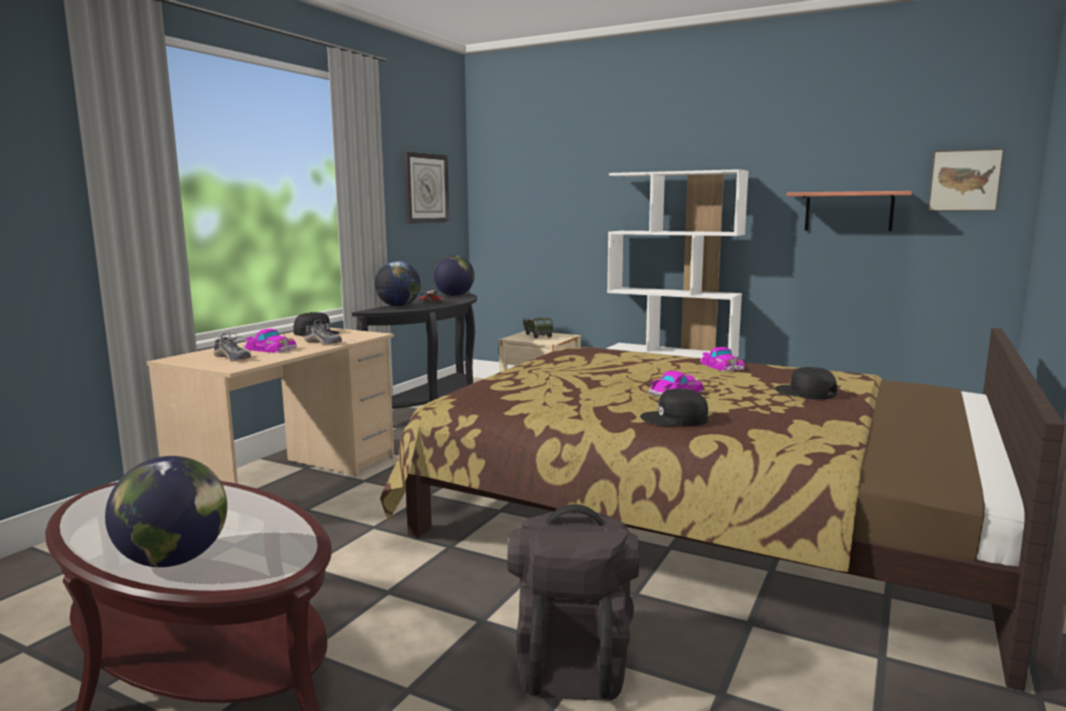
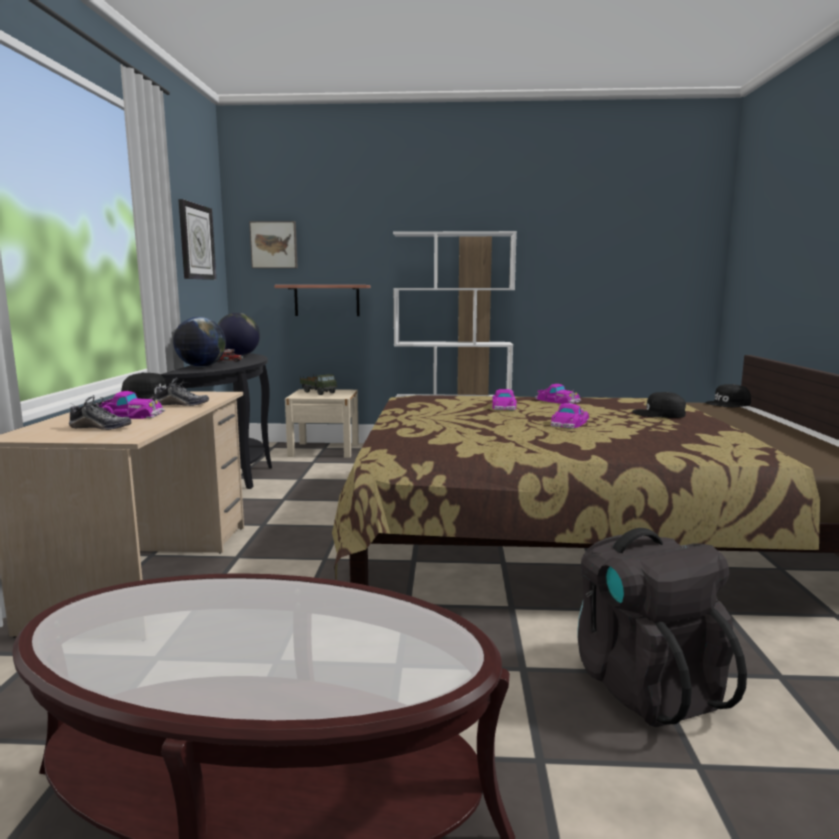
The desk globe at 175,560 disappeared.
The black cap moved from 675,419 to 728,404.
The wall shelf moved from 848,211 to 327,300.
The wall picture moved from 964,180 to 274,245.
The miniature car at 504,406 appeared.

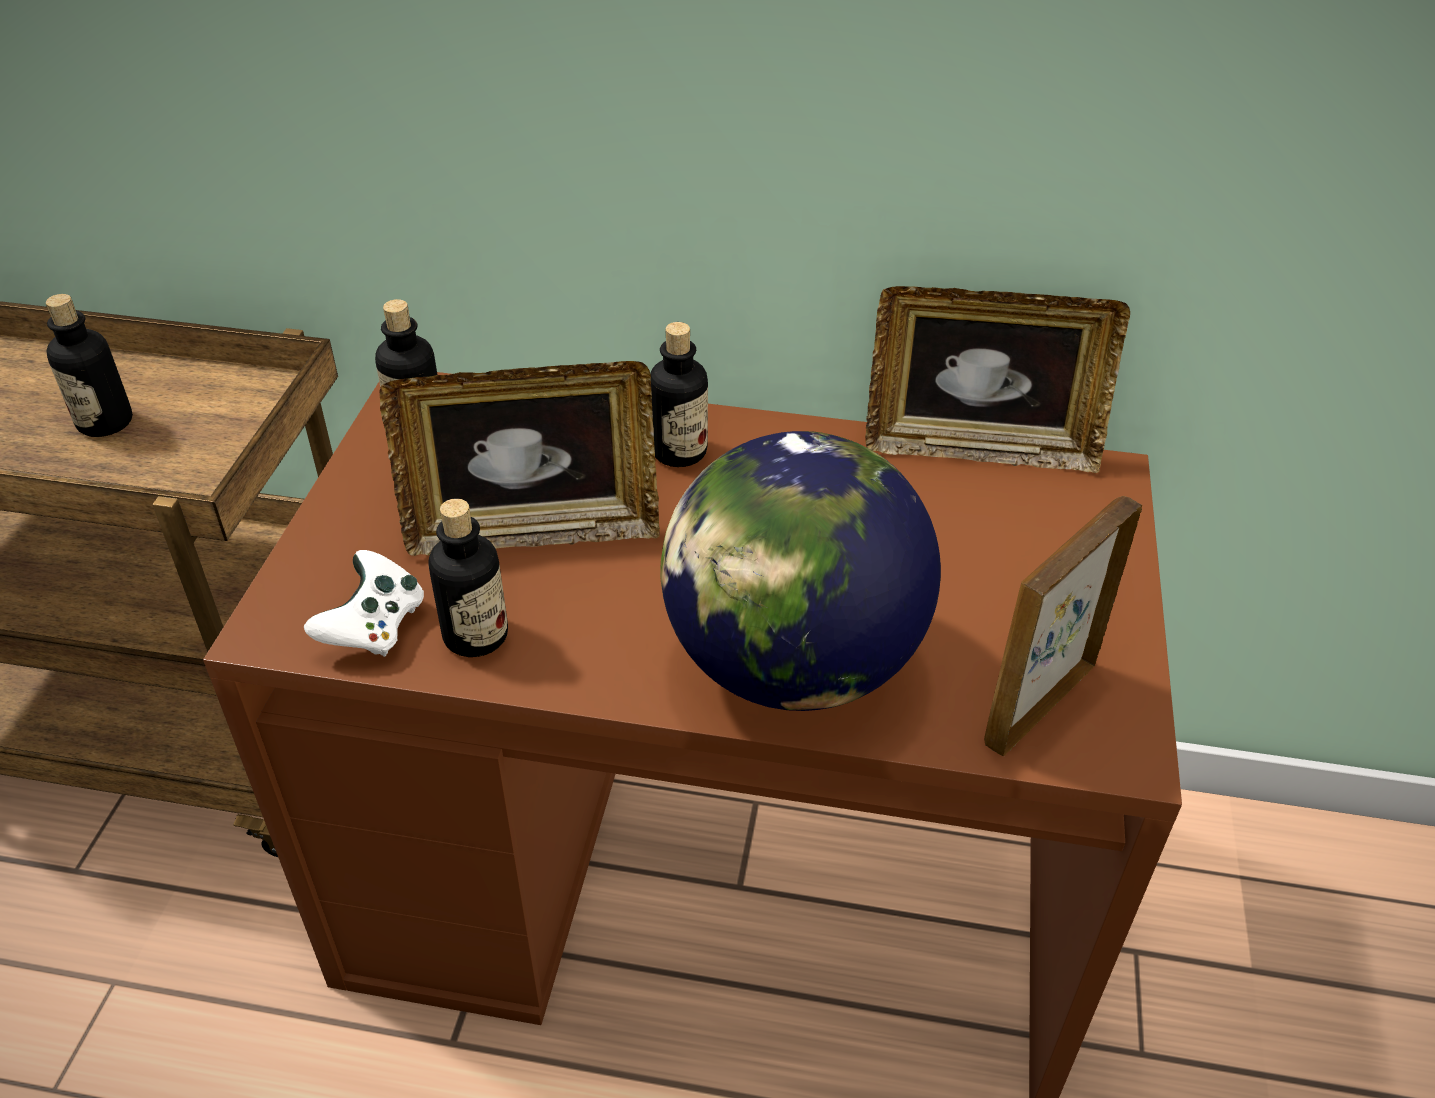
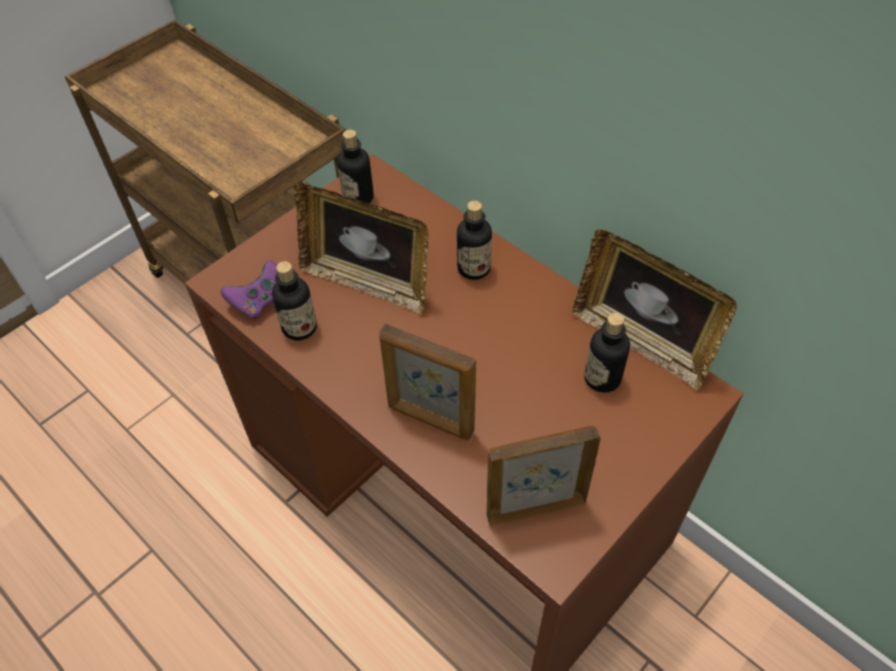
The drink bottle moved from 105,422 to 602,378.
The white-coloured game controller at 374,627 became the purple game controller at 261,301.
The desk globe at 793,664 was replaced by the picture frame at 430,419.

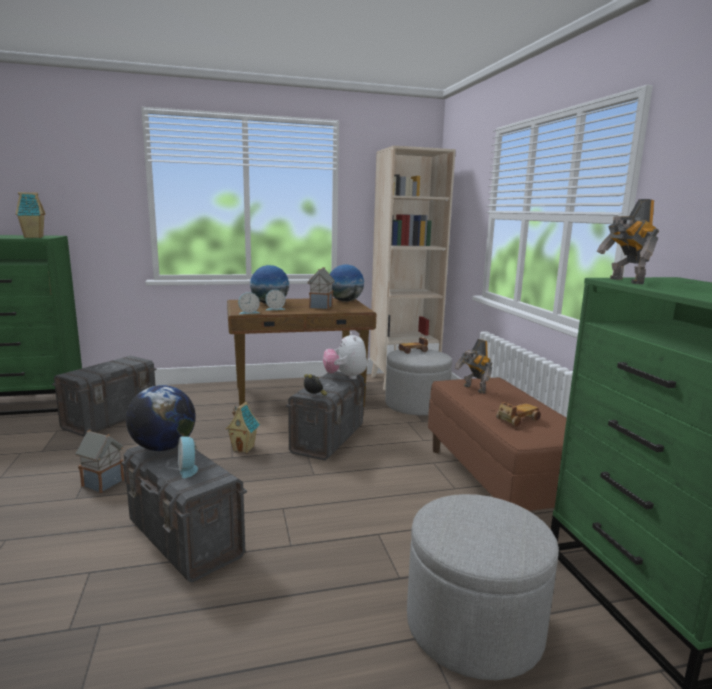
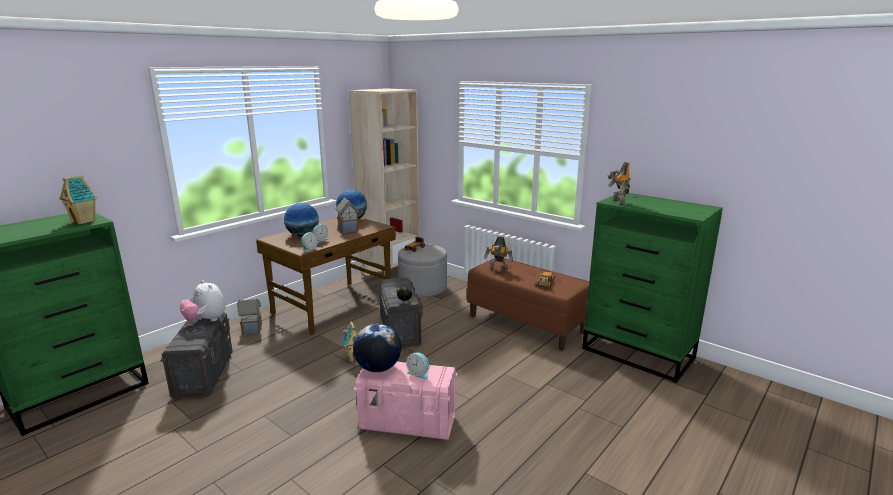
The miniature house moved from 104,483 to 252,329.
The greyish storage container at 185,539 became the pink-coloured storage container at 408,423.
The plush toy moved from 345,377 to 206,320.
The greyish pouffe at 474,626 disappeared.
The robot figure at 624,281 turned 45 degrees clockwise.

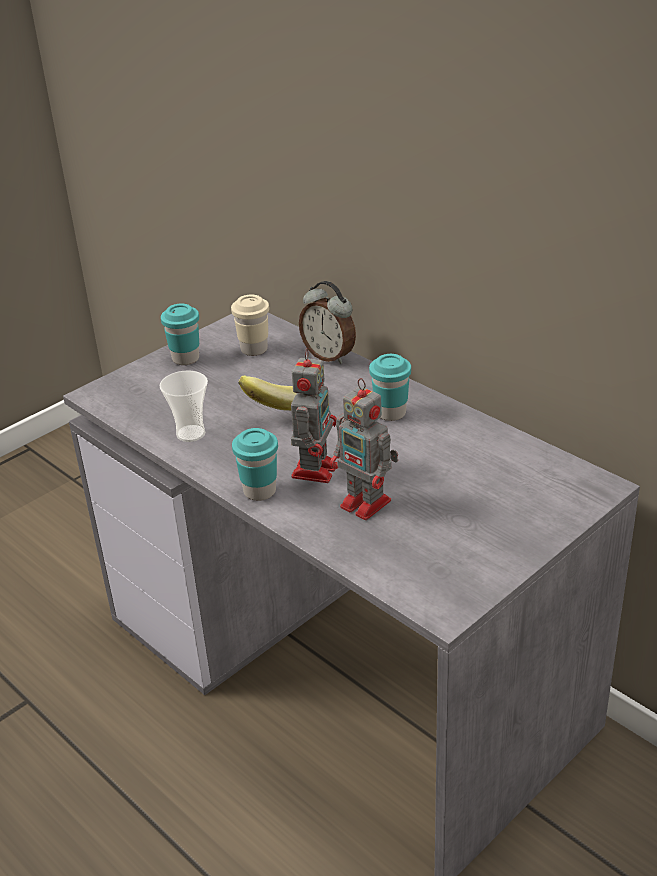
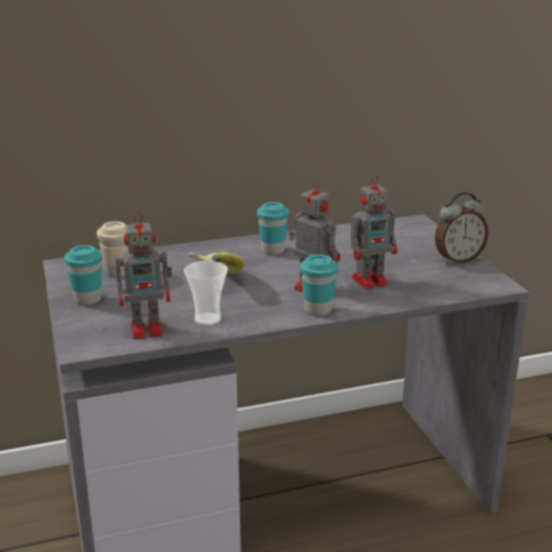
The alarm clock moved from 329,356 to 458,259.
The robot figure at 148,329 appeared.

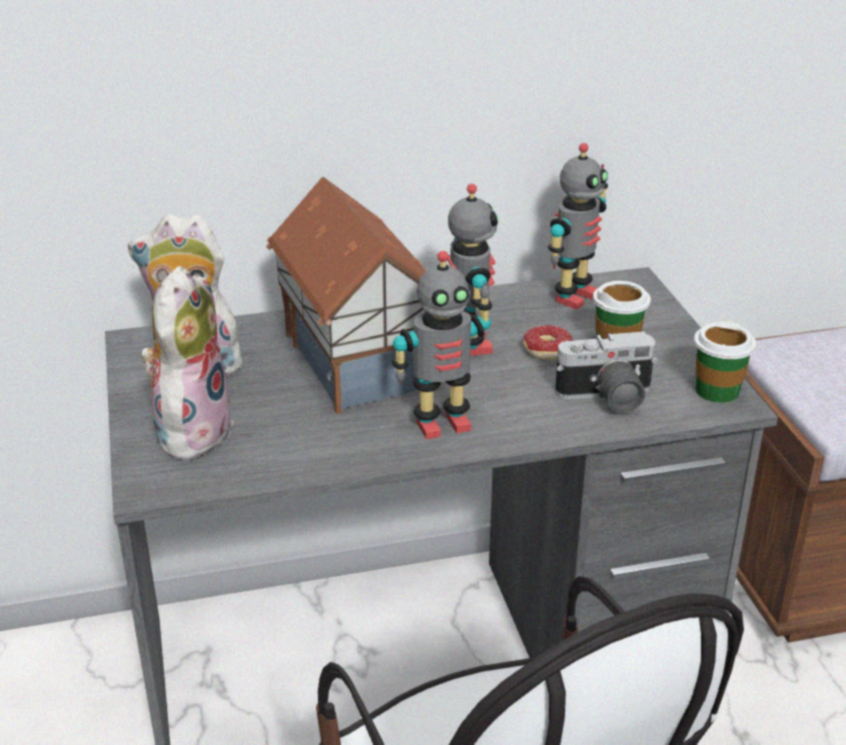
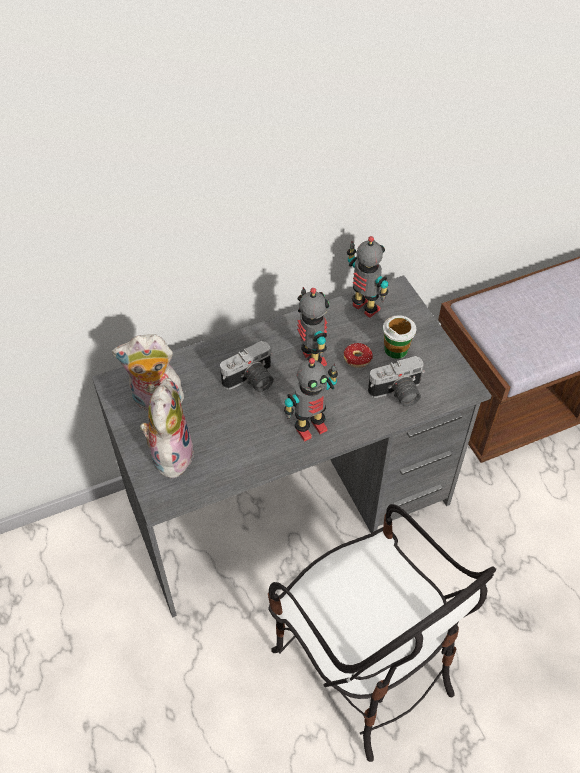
The miniature house at 360,360 was replaced by the still camera at 251,381.
The robot figure at 573,296 turned 75 degrees counterclockwise.
The drinking cup at 717,391 disappeared.

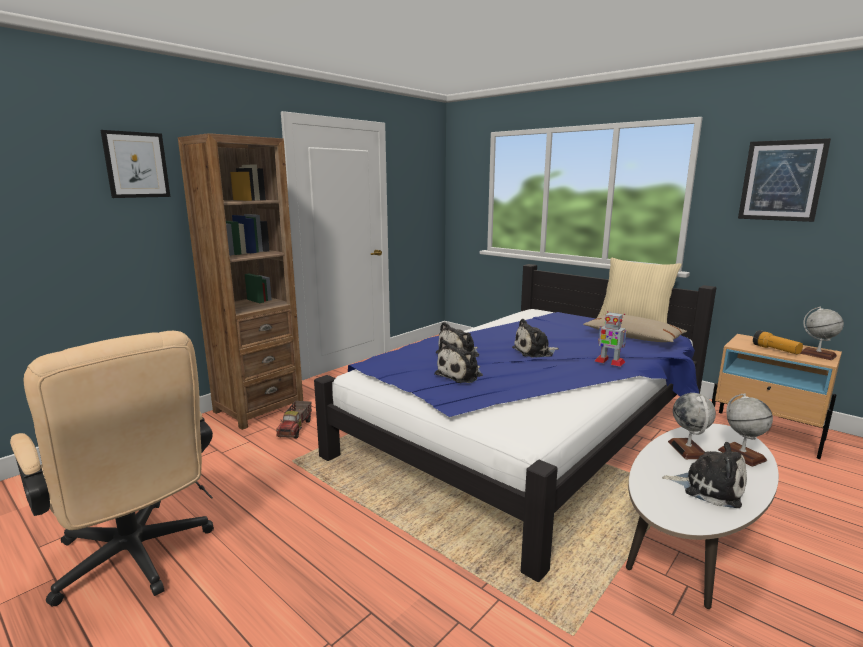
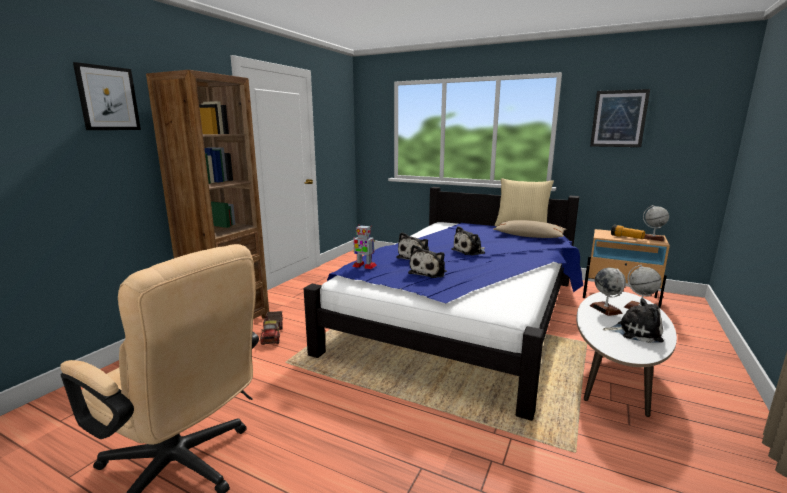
The robot figure moved from 609,361 to 364,266.

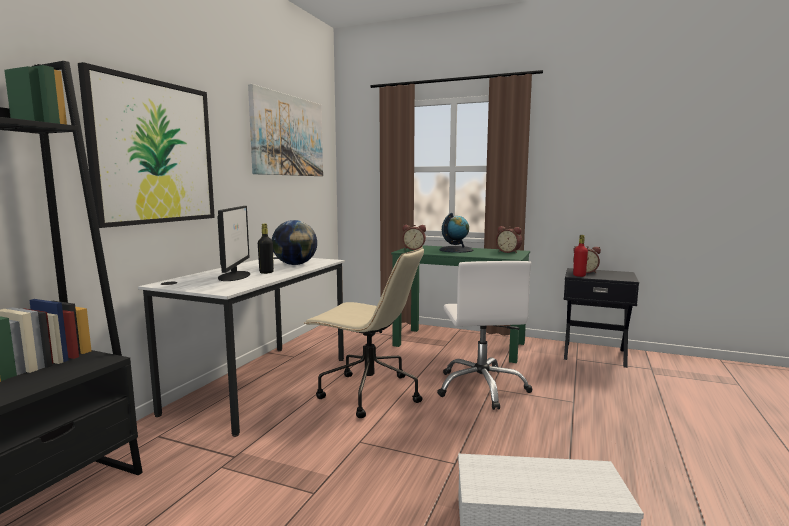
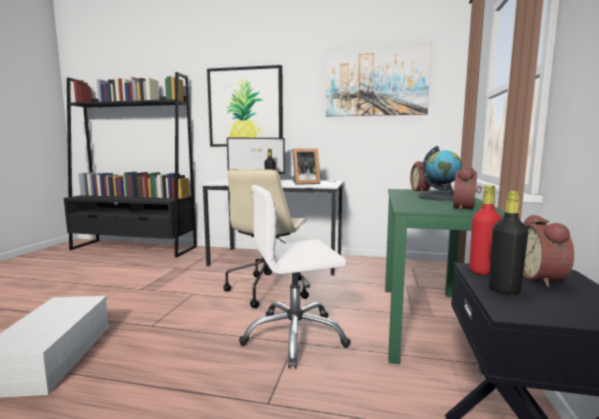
The desk globe at 295,264 was replaced by the picture frame at 304,183.
The black drink bottle at 504,290 appeared.

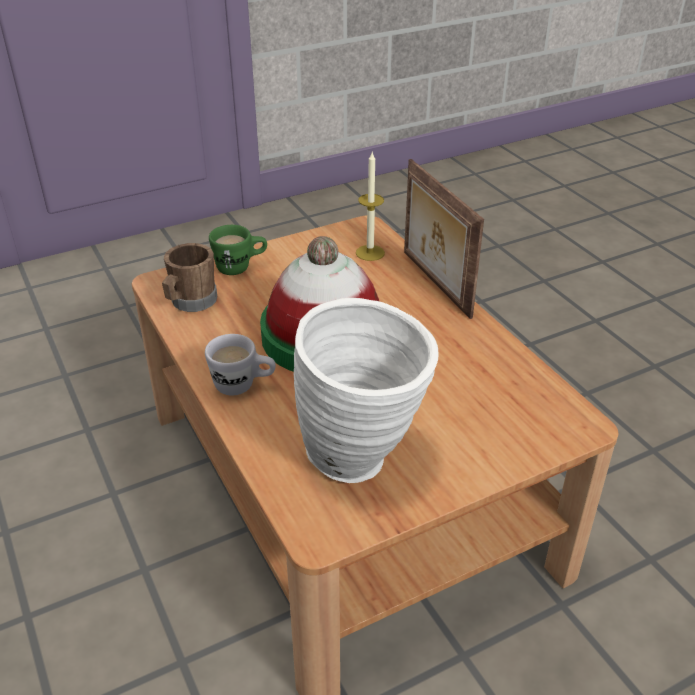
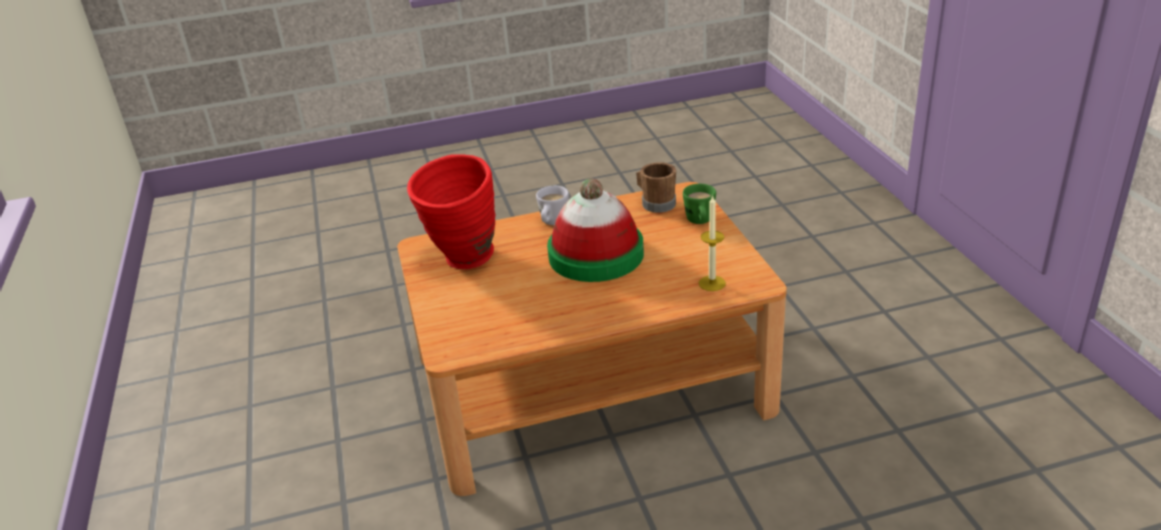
The white-coloured decorative vase at 365,460 became the red decorative vase at 463,262.
The picture frame at 434,284 disappeared.

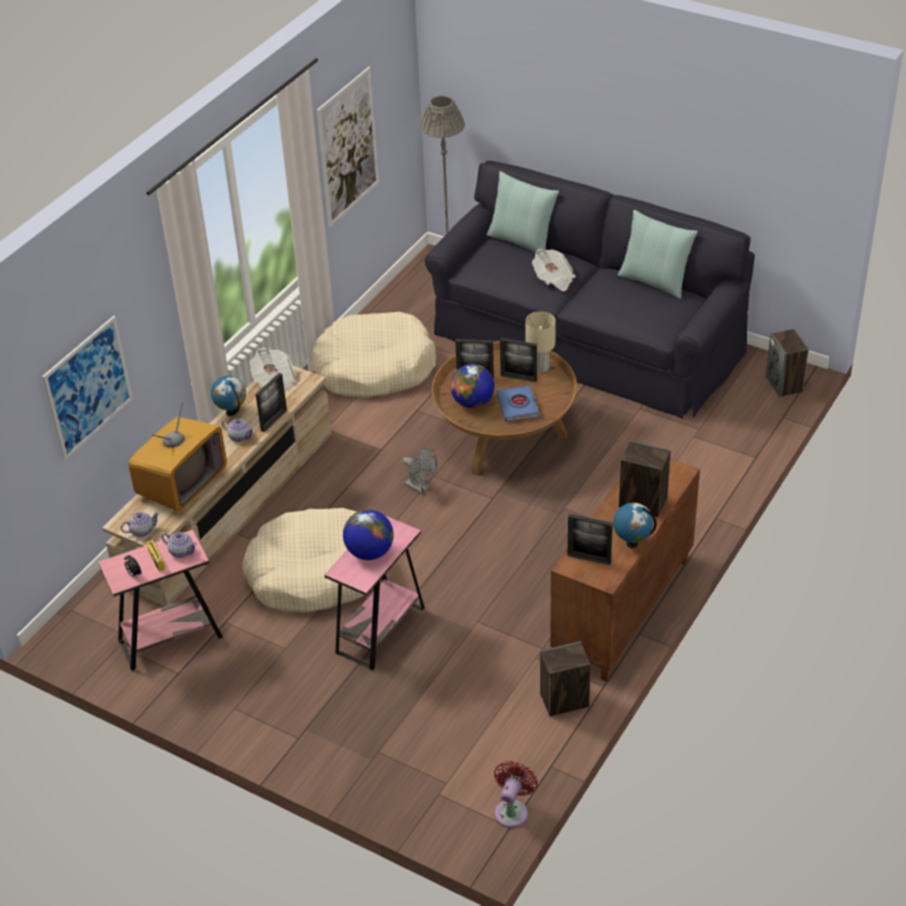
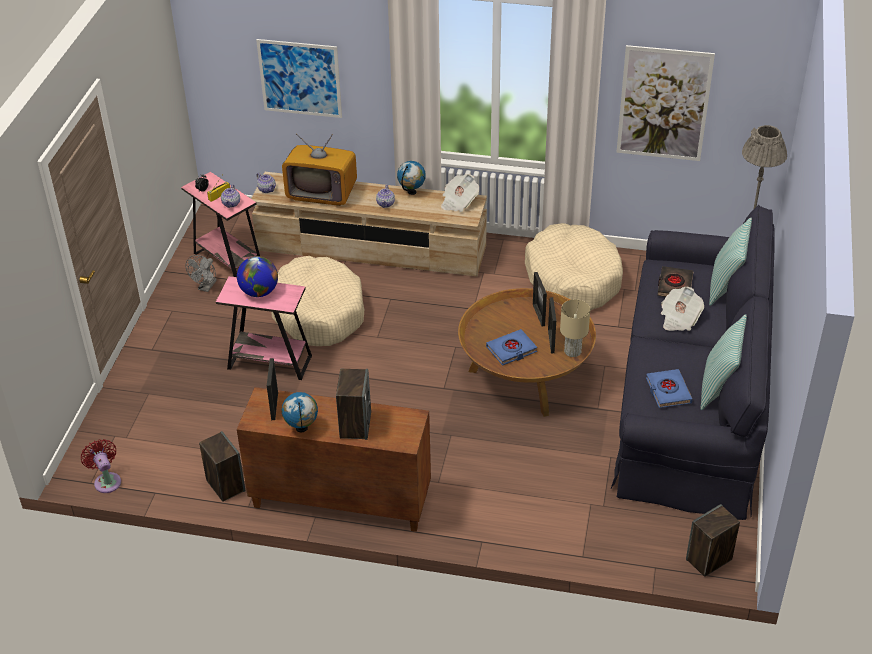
The picture frame at 274,420 disappeared.
The greyish fan moved from 421,488 to 206,287.
The desk globe at 472,402 disappeared.
The red fan at 512,810 turned 120 degrees counterclockwise.
The blue-coloured bound book at 668,391 appeared.
The black bound book at 674,286 appeared.

